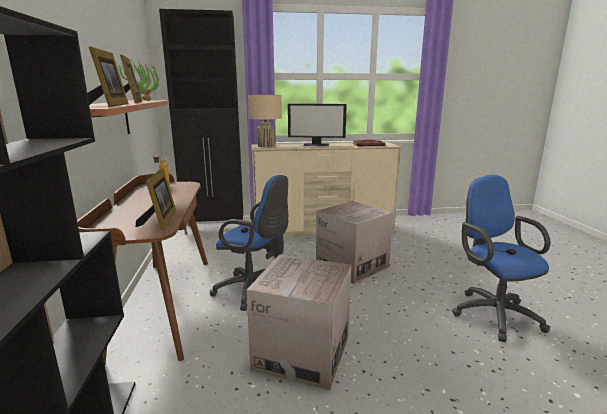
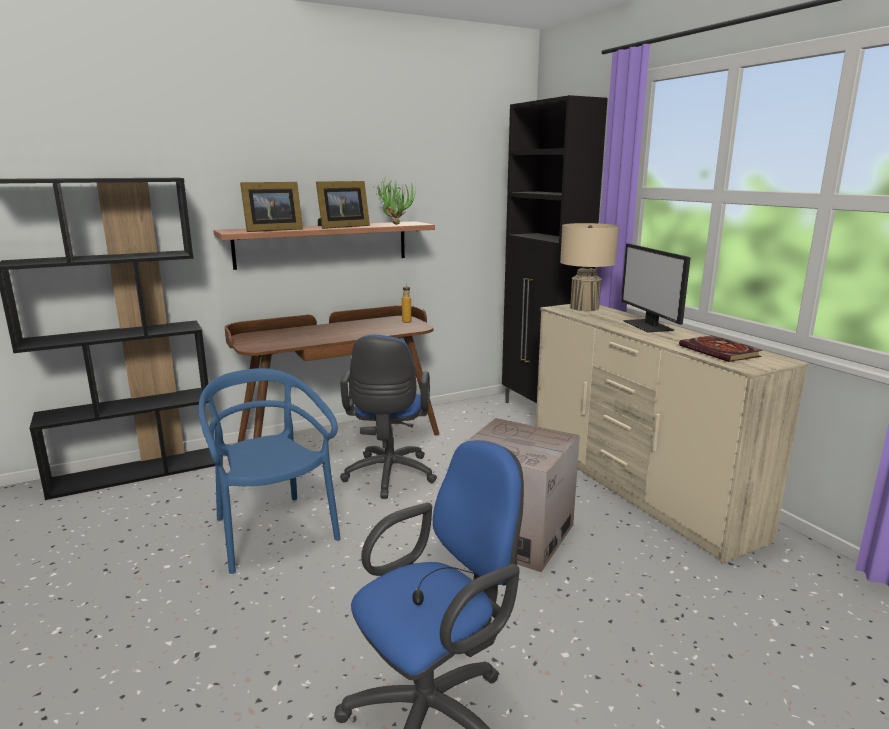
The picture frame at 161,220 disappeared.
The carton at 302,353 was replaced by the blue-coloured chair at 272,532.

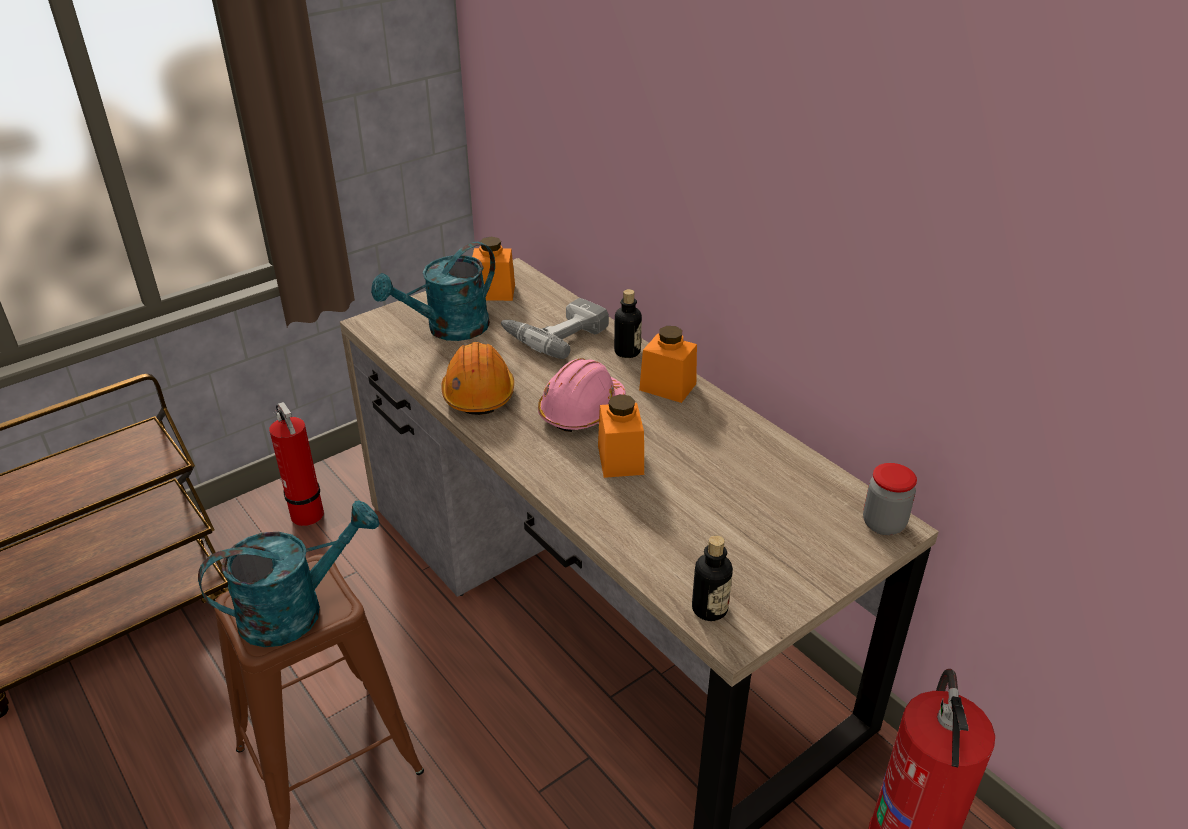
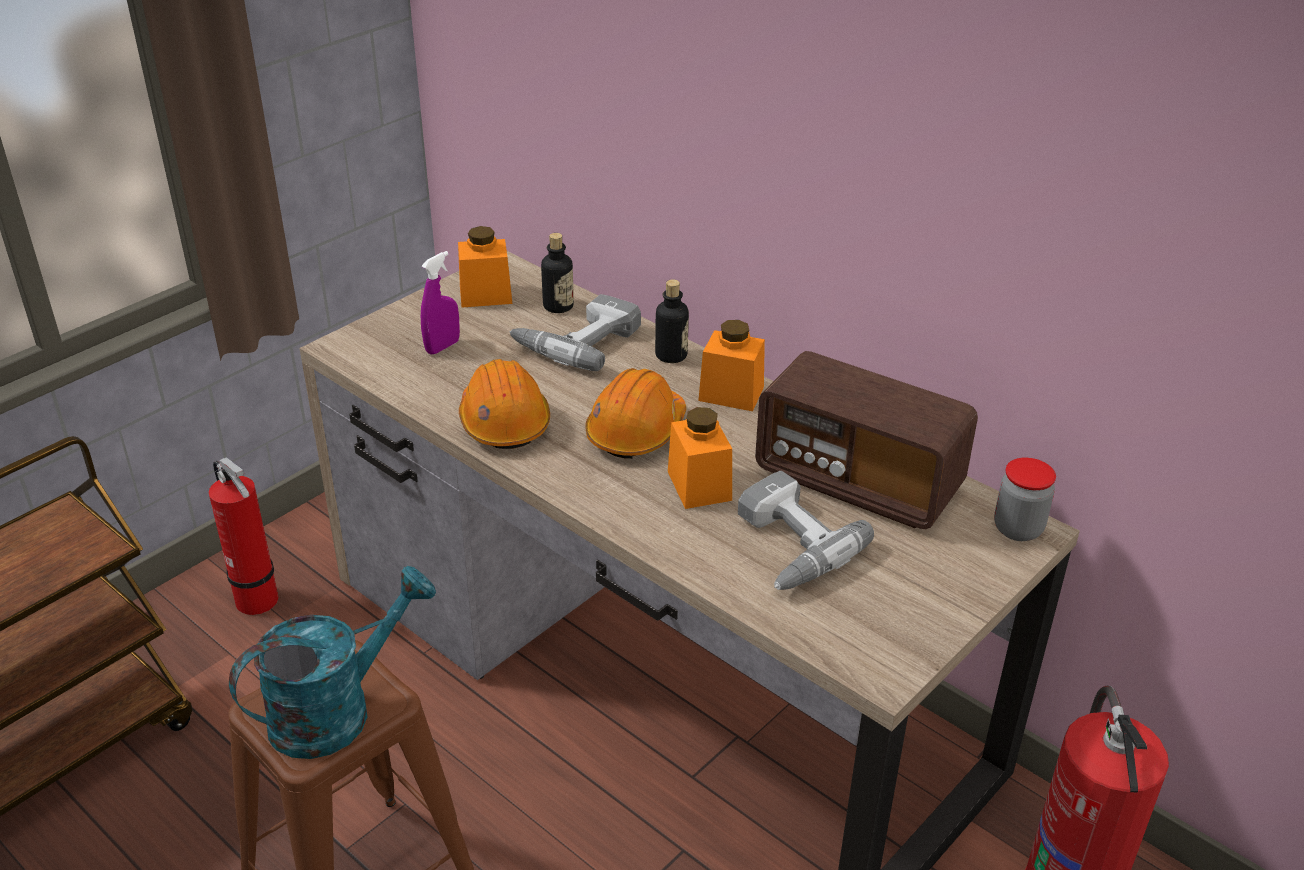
The turquoise-coloured sprinkling can at 448,329 was replaced by the purple sprayer at 442,347.
The pink-coloured work helmet at 581,410 became the orangey work helmet at 636,431.
The drink bottle moved from 709,609 to 558,306.
The power drill at 786,546 appeared.
The radio receiver at 858,481 appeared.

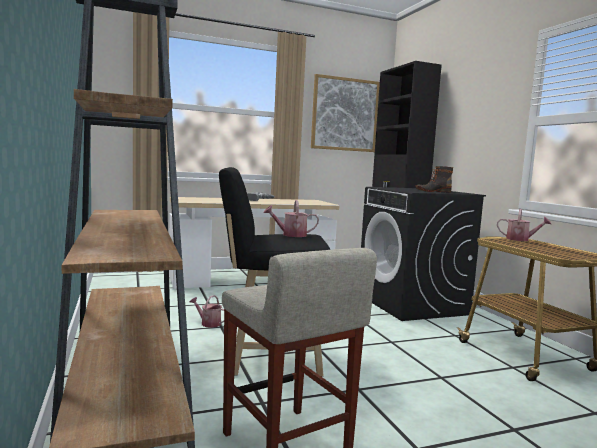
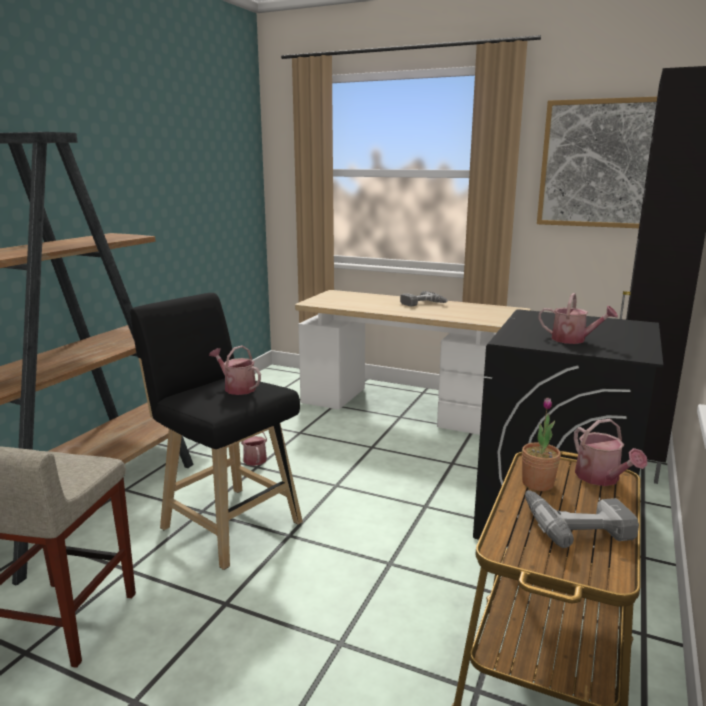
The tall boot at 432,191 was replaced by the sprinkling can at 573,340.
The potted plant at 537,483 appeared.
The power drill at 575,523 appeared.

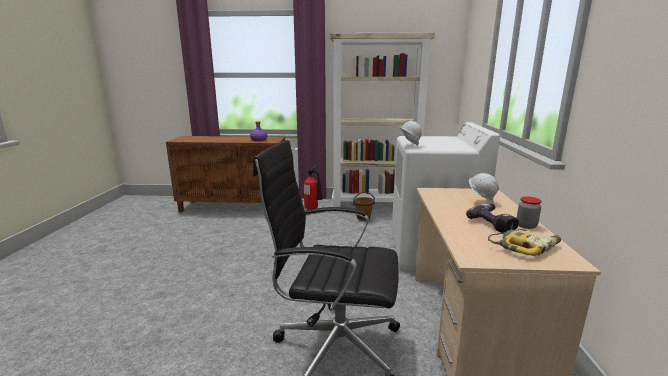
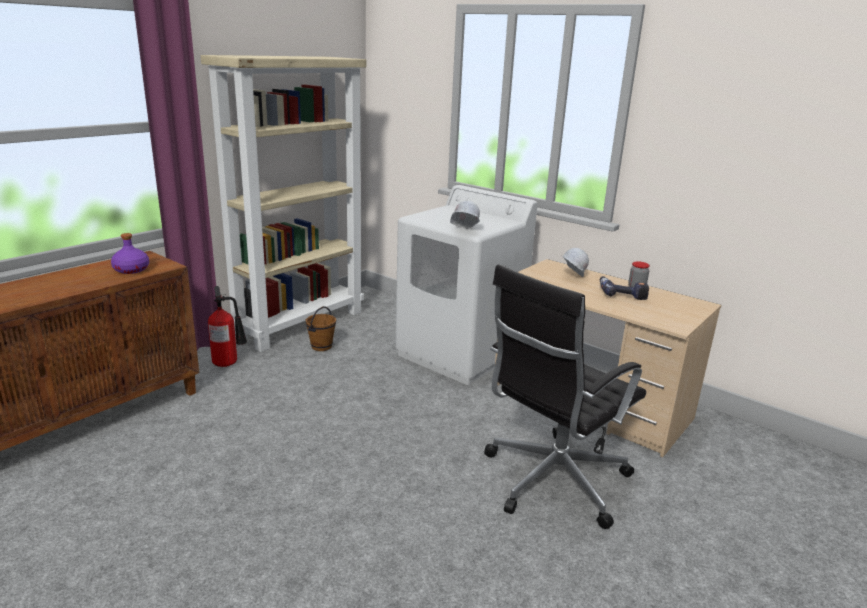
The power drill at 524,247 disappeared.

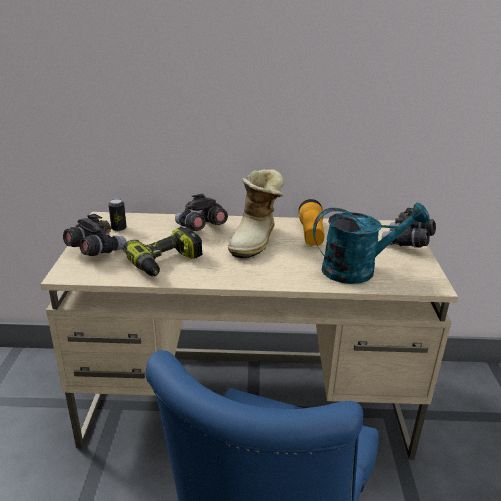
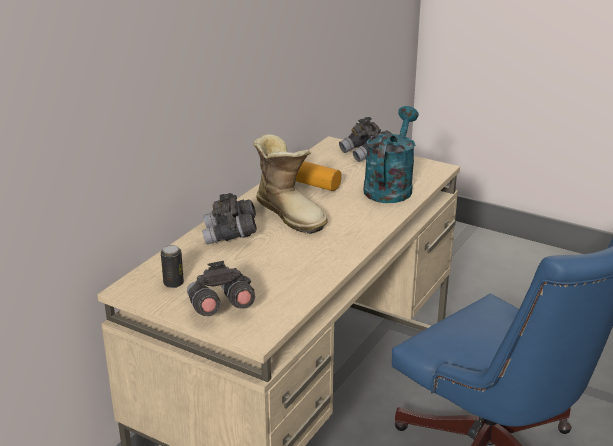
The power drill at 166,263 disappeared.

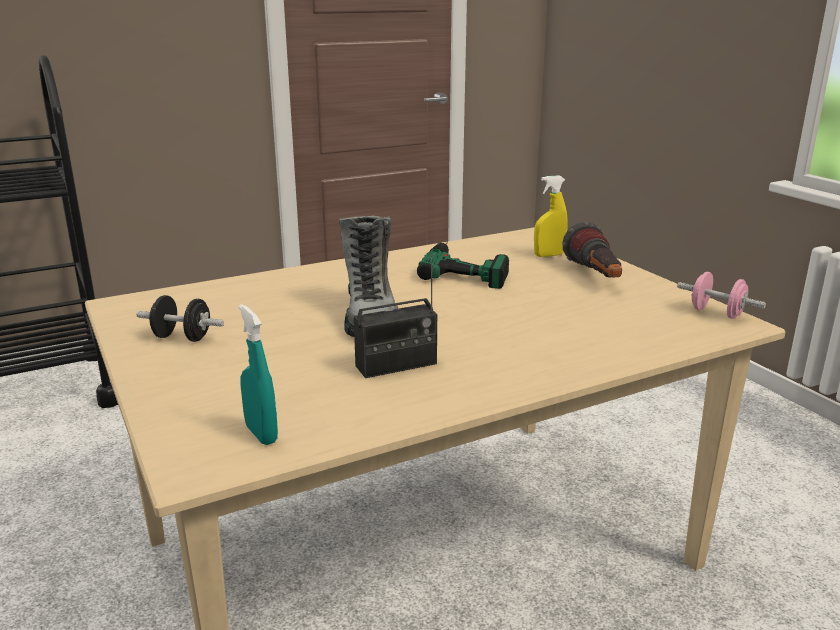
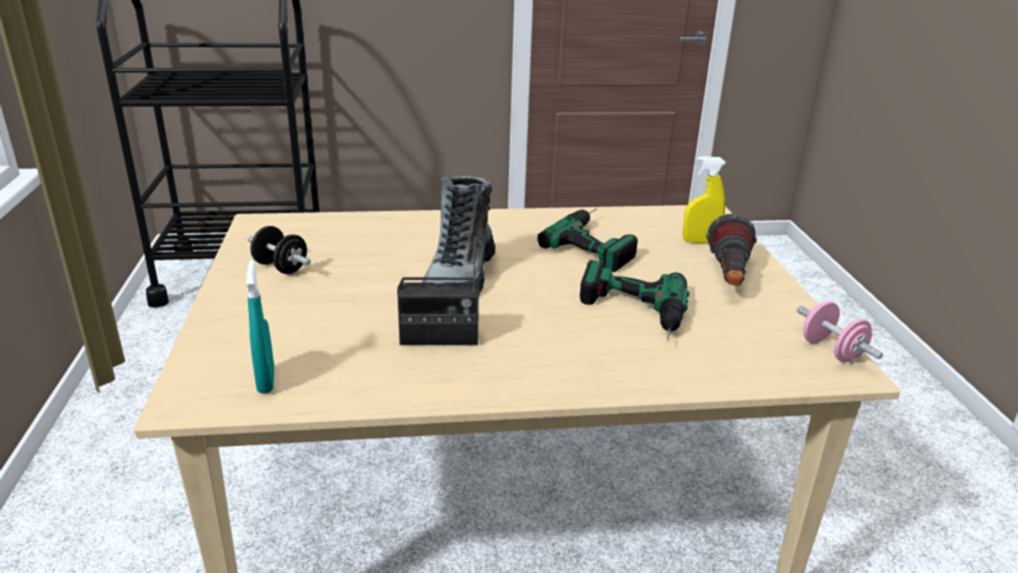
The power drill at 630,313 appeared.

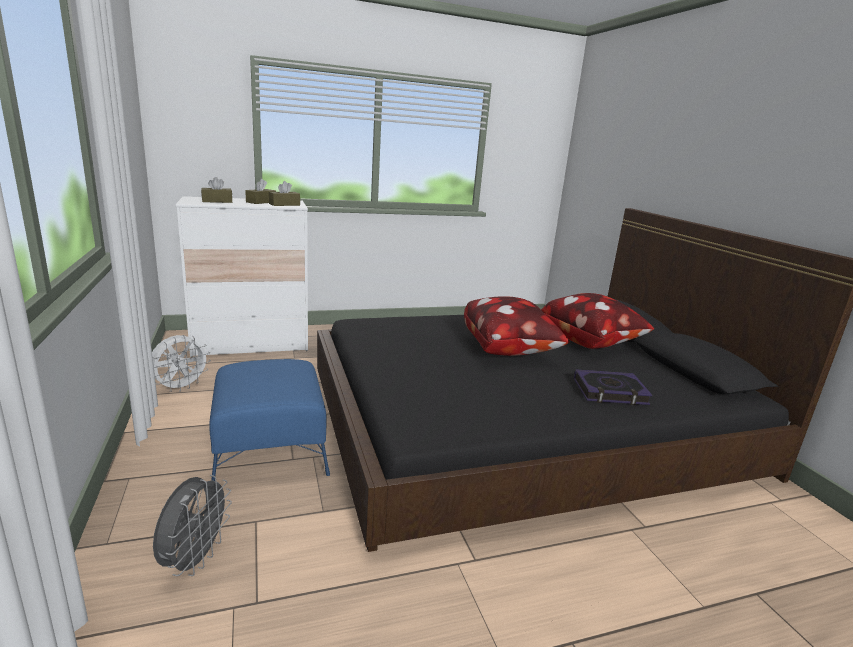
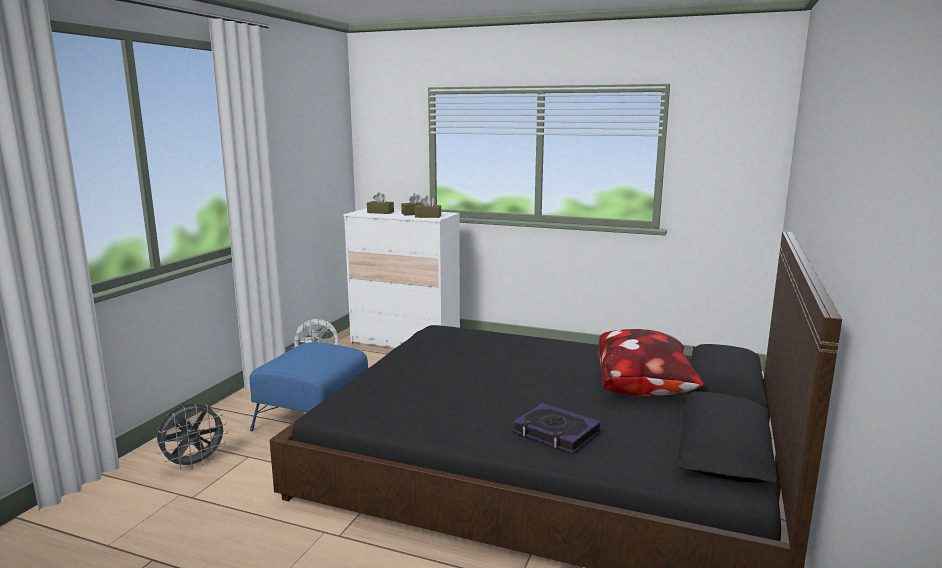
The cushion at 509,349 disappeared.

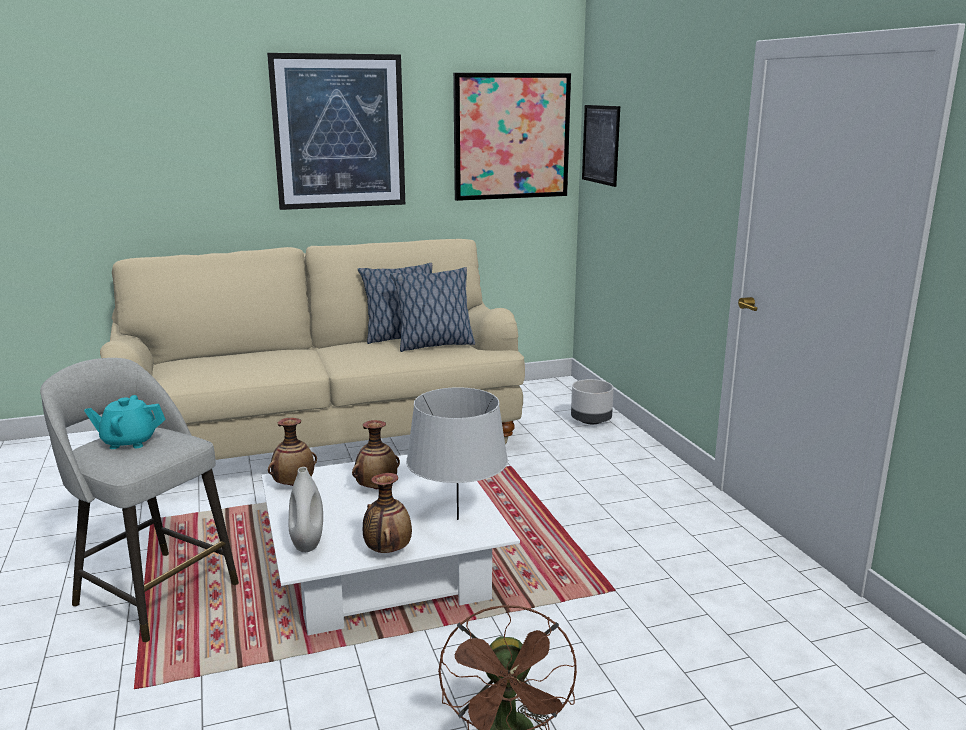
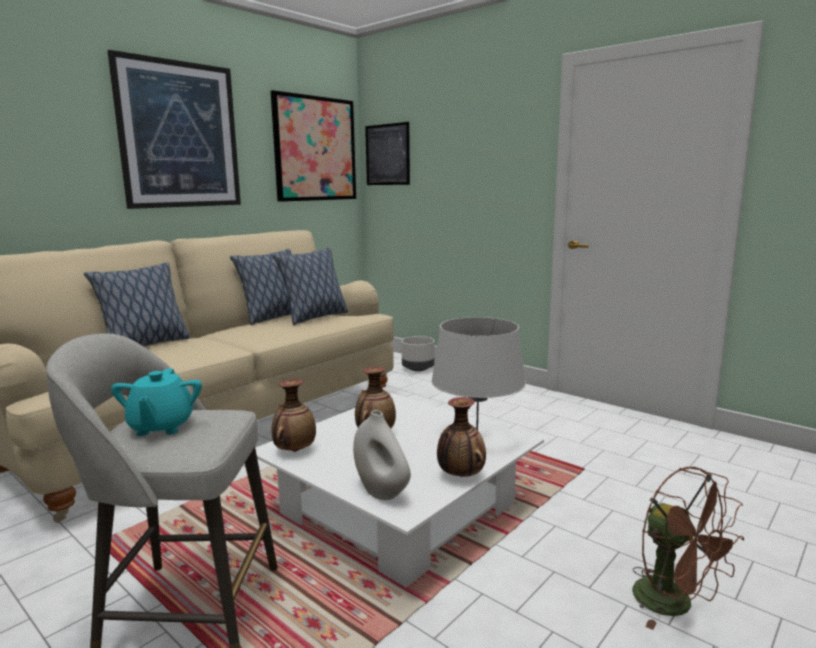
The turquoise-coloured teapot at 129,442 turned 60 degrees counterclockwise.
The cushion at 145,345 appeared.

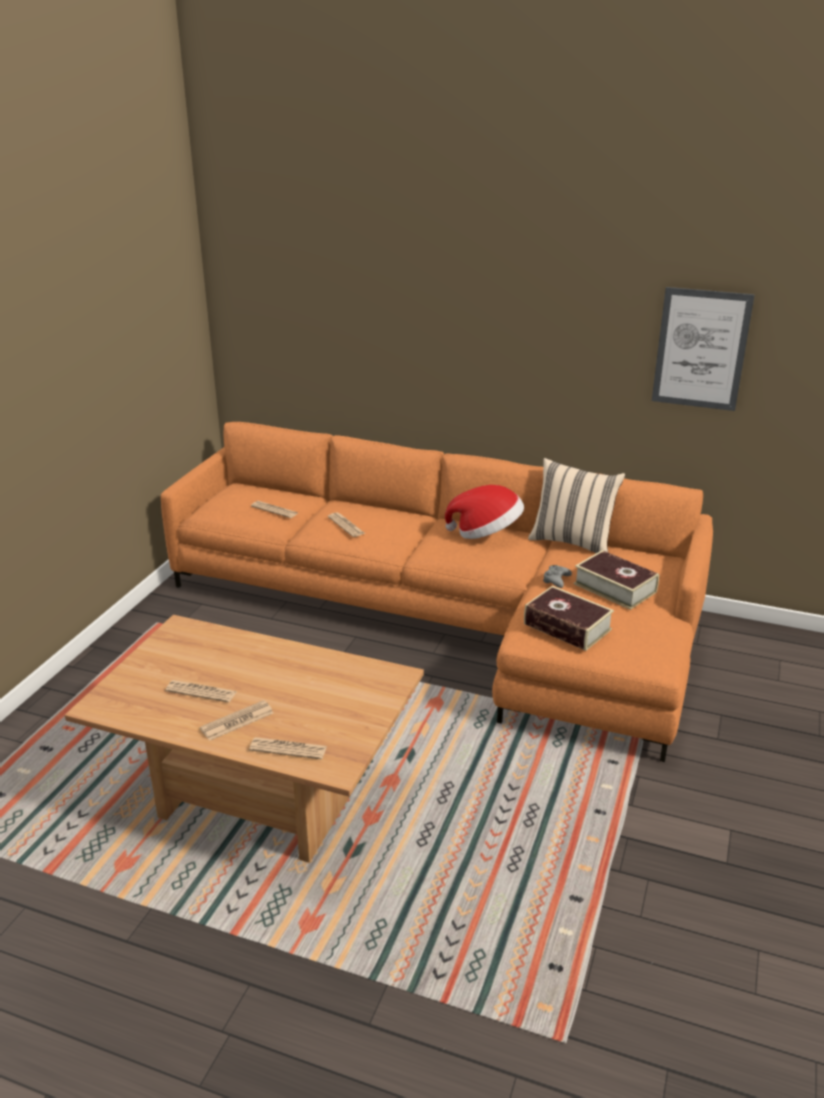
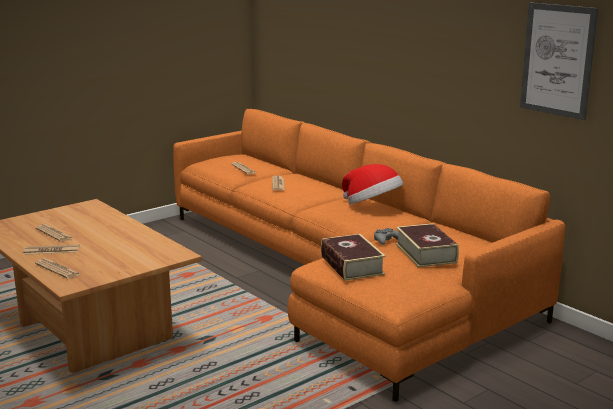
The beige cushion at 572,542 disappeared.

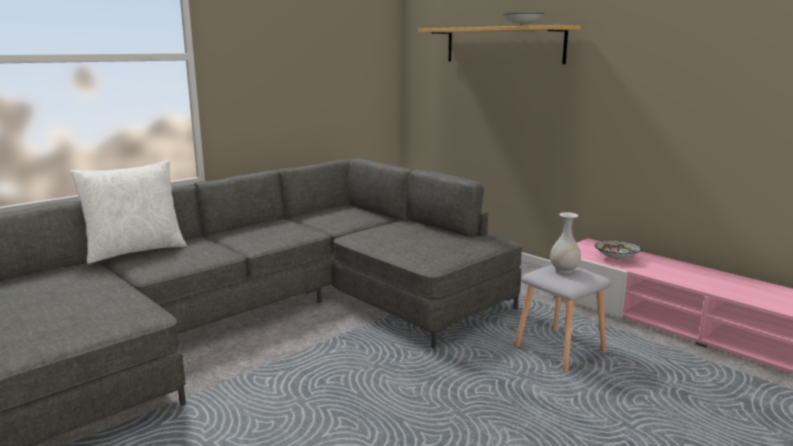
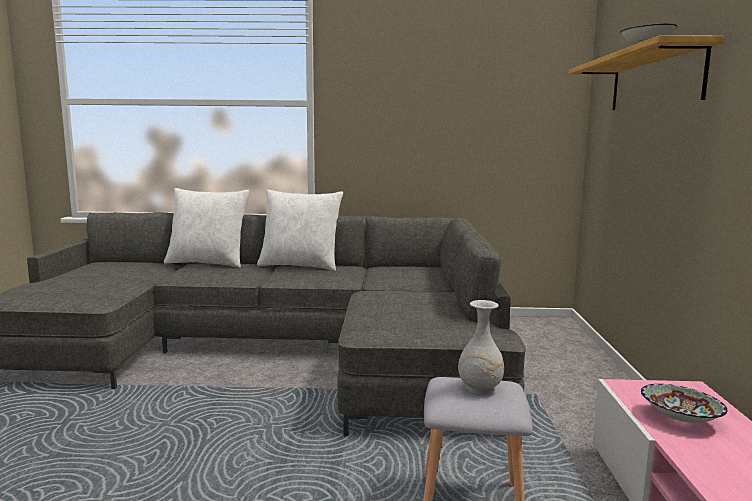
The white-coloured cushion at 300,265 appeared.

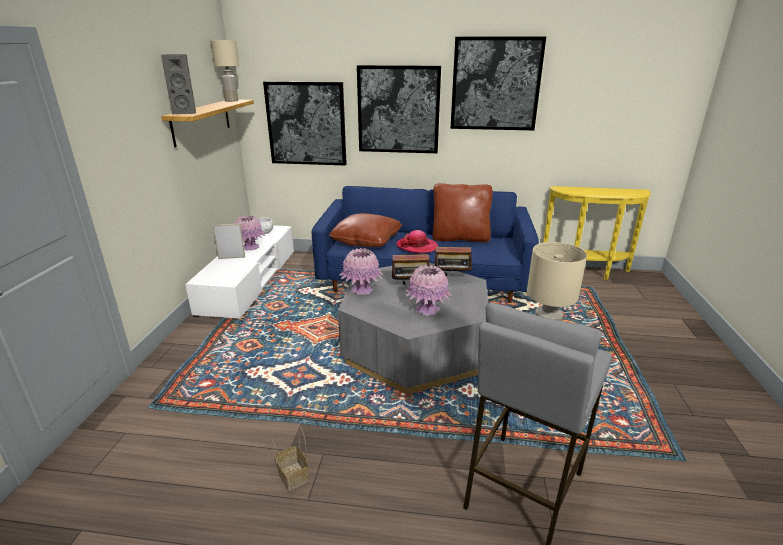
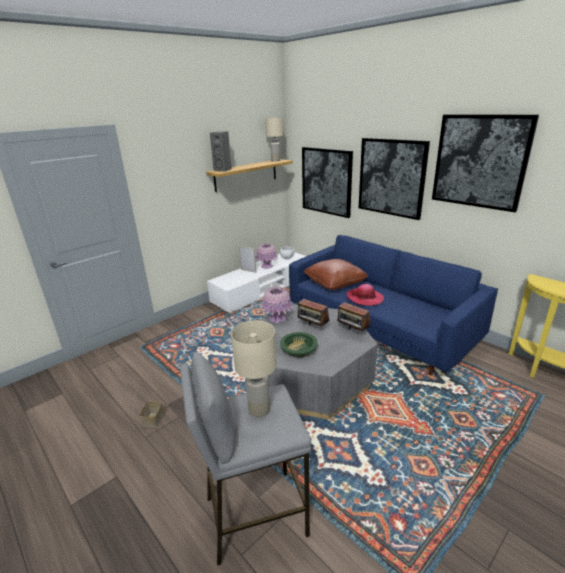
The pink-coloured decorative vase at 427,309 was replaced by the green-coloured deep dish at 298,349.
The brown-coloured cushion at 460,238 disappeared.

